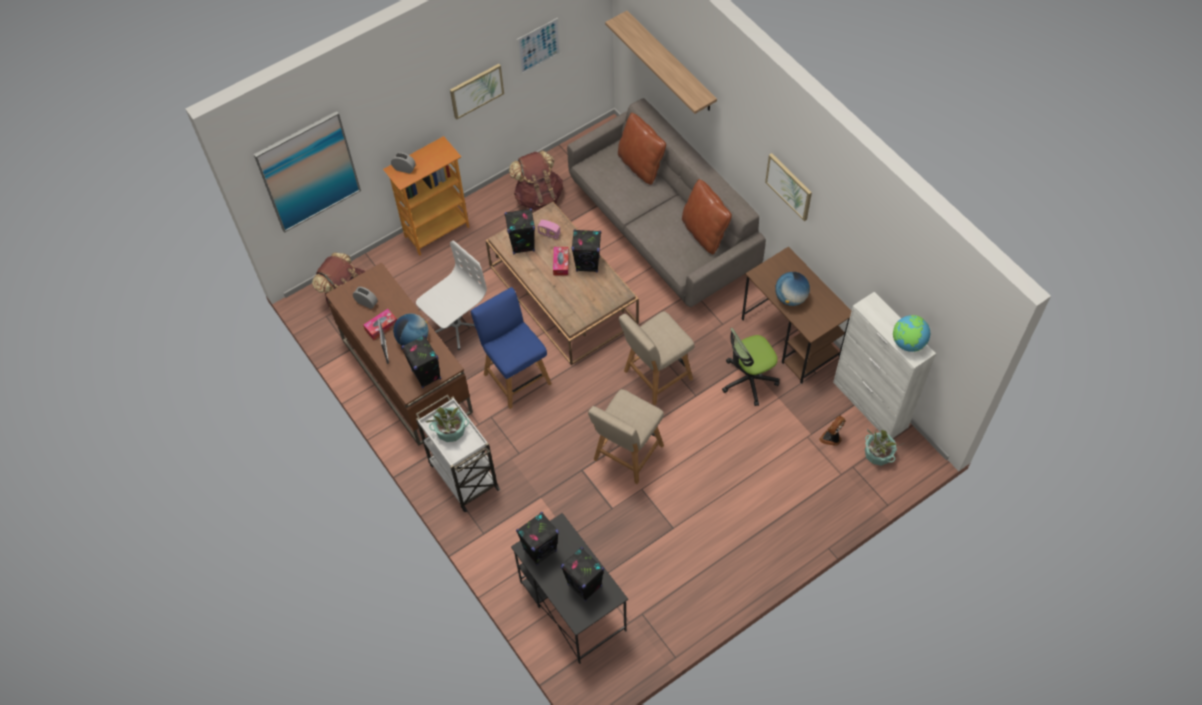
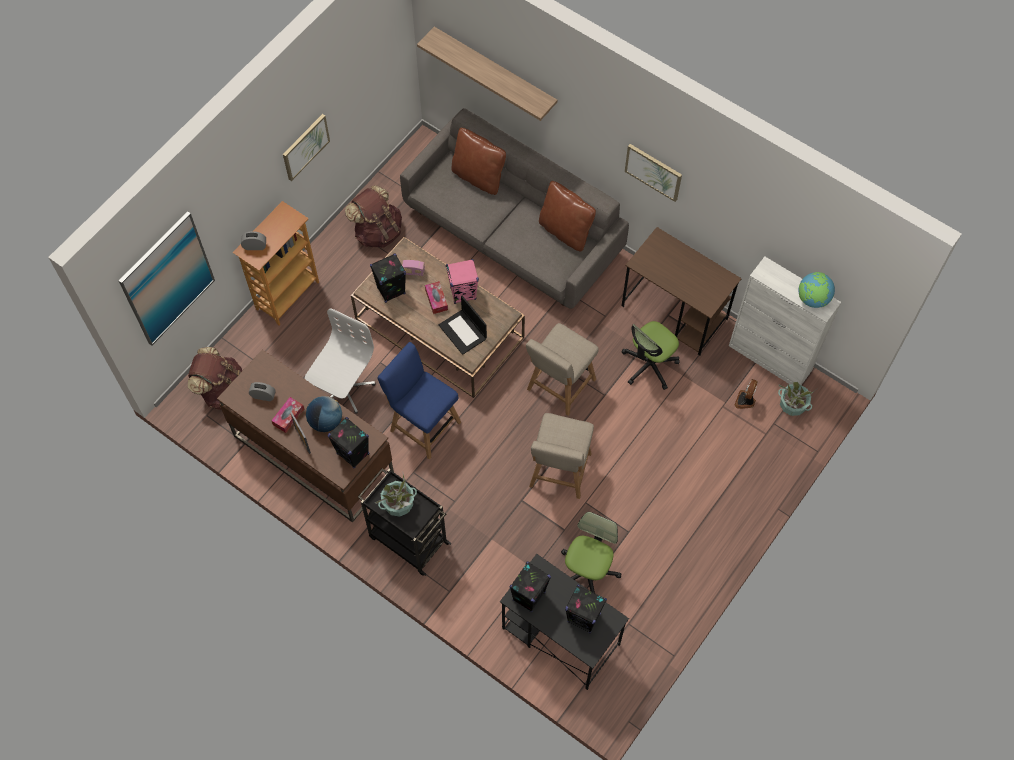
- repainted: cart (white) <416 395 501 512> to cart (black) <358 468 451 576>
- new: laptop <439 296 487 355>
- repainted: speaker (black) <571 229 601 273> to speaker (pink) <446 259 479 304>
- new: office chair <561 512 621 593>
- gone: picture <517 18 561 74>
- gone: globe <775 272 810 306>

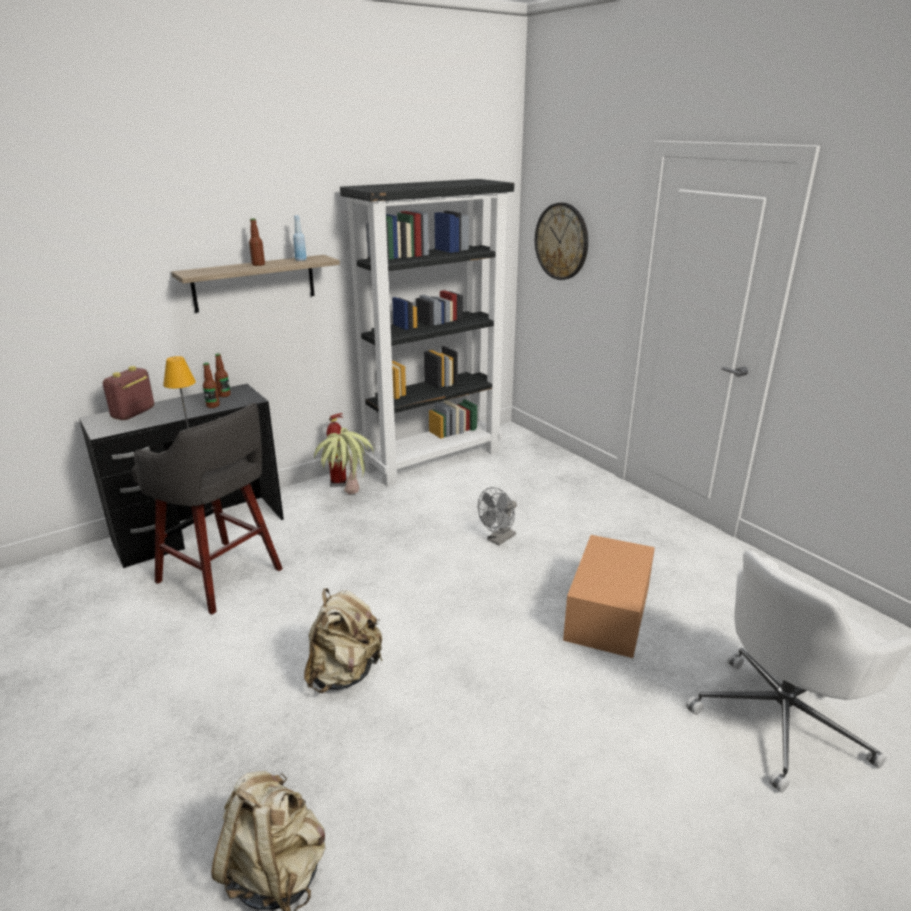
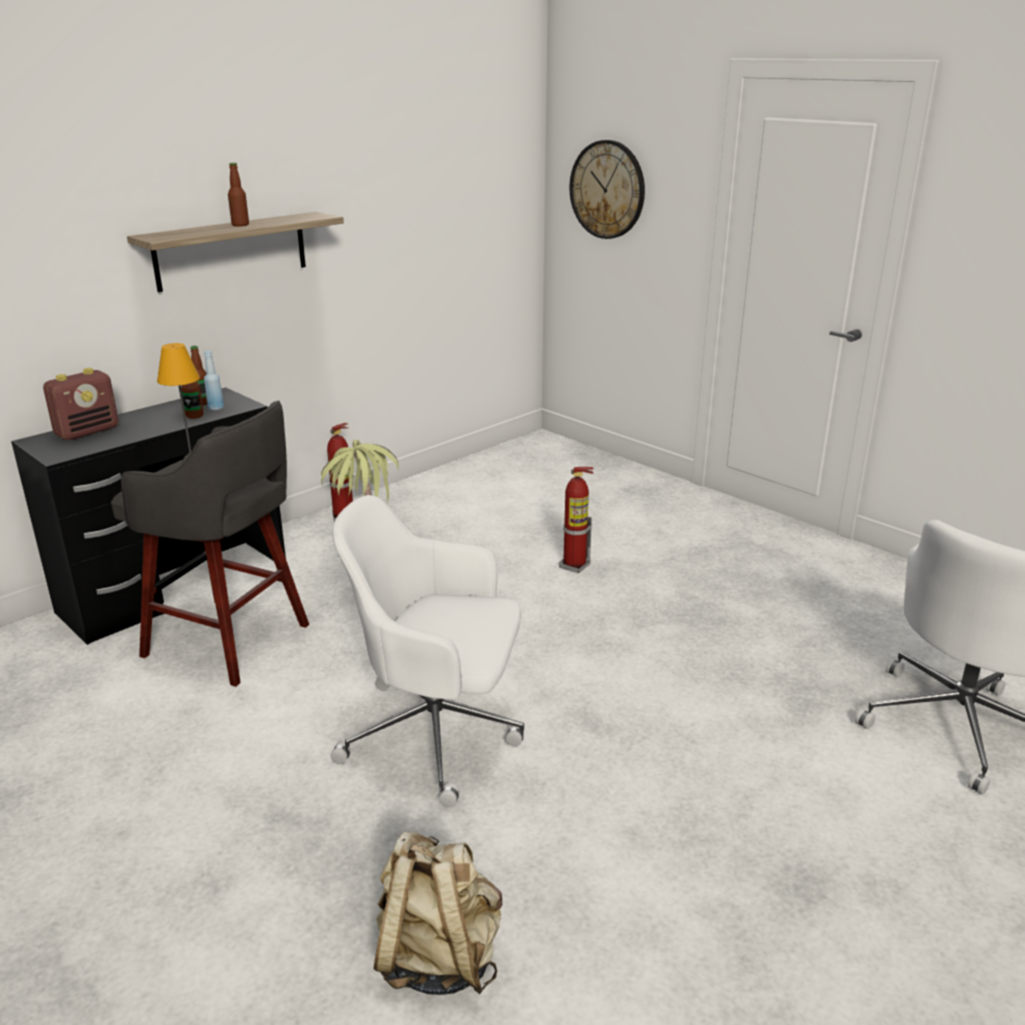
- rotated: radio <103 366 154 420> = <43 368 119 440> 150 degrees counterclockwise
- shifted: bottle (blue) <293 215 307 261> to <204 351 224 410>
- swapped: backpack (beige) <304 588 383 693> to office chair (white) <331 495 524 807>
- swapped: fan (grey) <478 487 517 545> to fire extinguisher <559 467 594 573>
- gone: bookcase (black) <340 179 514 487>
- gone: cardboard box <563 535 655 658>

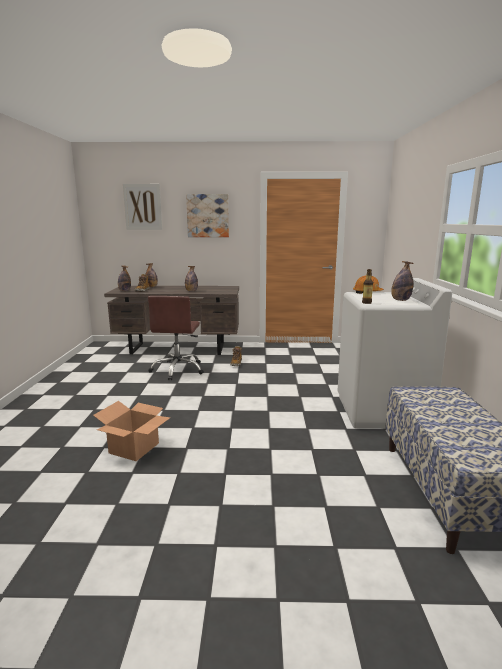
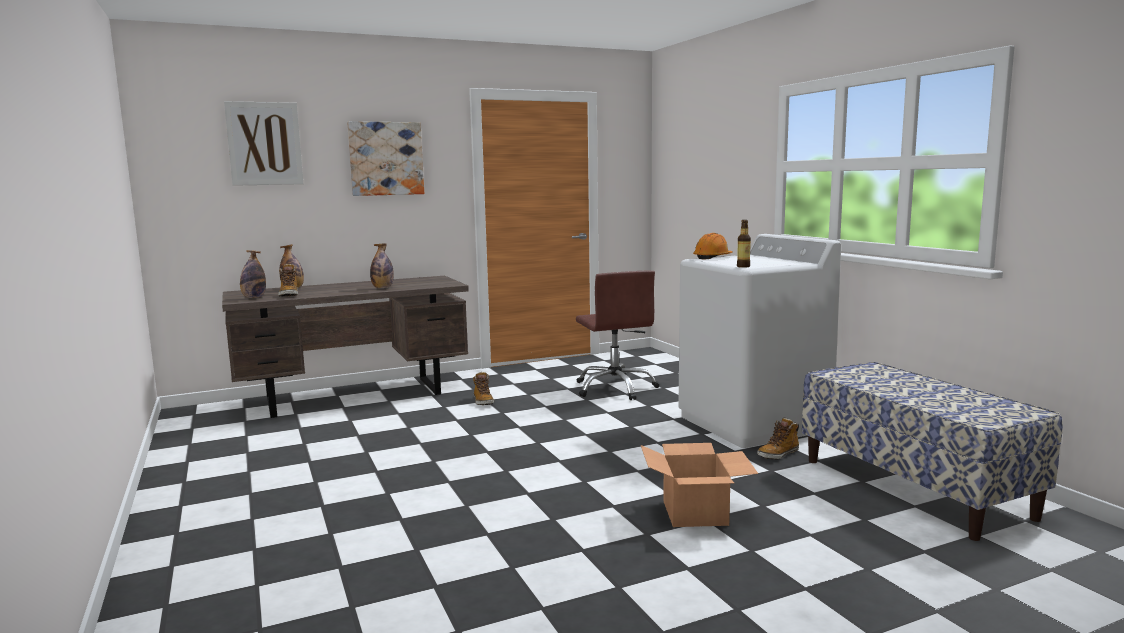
- shifted: office chair (brown) <148 296 204 380> to <576 270 659 400>
- shifted: cardboard box <93 401 170 461> to <641 443 758 527>
- new: boot <757 417 799 460>
- gone: bottle <391 261 413 301>

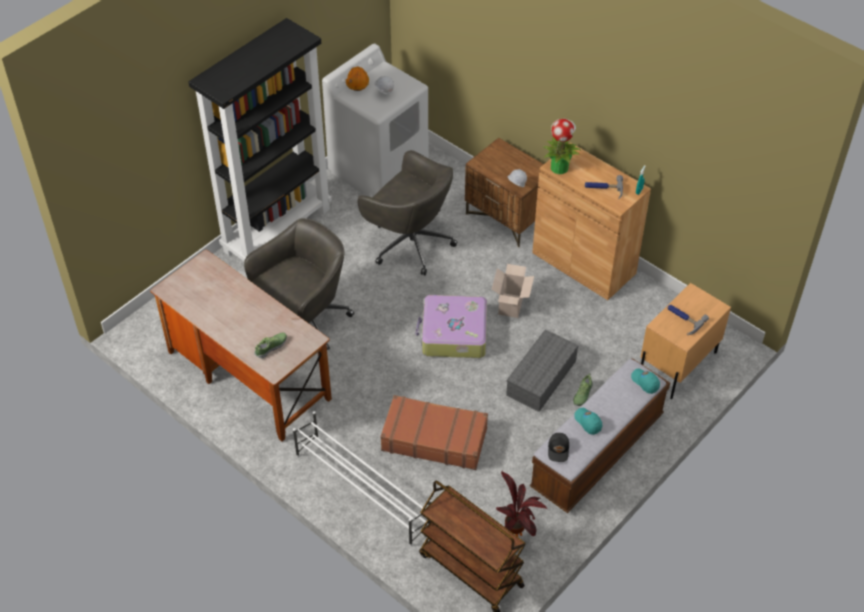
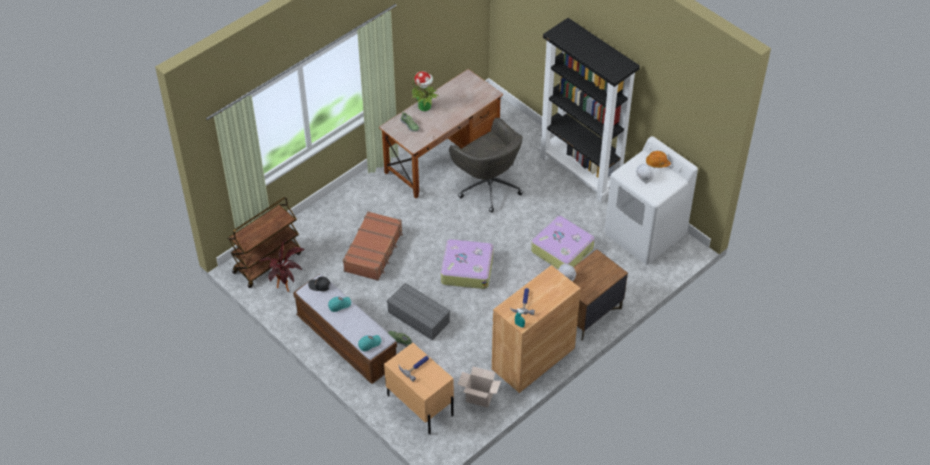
- shifted: potted plant <543 119 582 174> to <411 71 439 111>
- shifted: cardboard box <492 264 534 318> to <457 366 501 408>
- swapped: office chair (grey) <357 150 457 275> to suitcase <531 216 595 269>
- gone: shoe rack (white) <293 411 431 546>

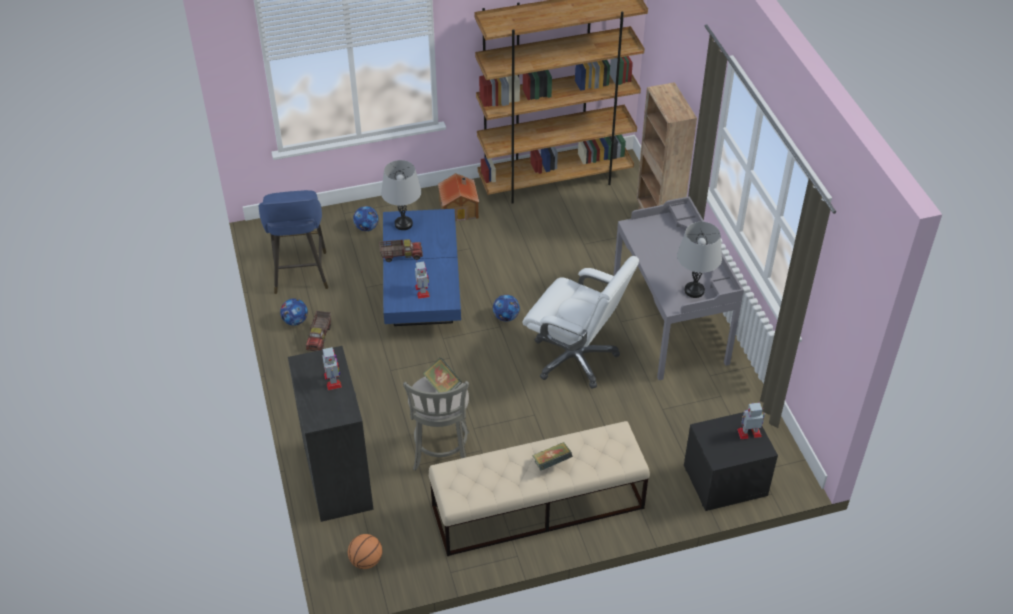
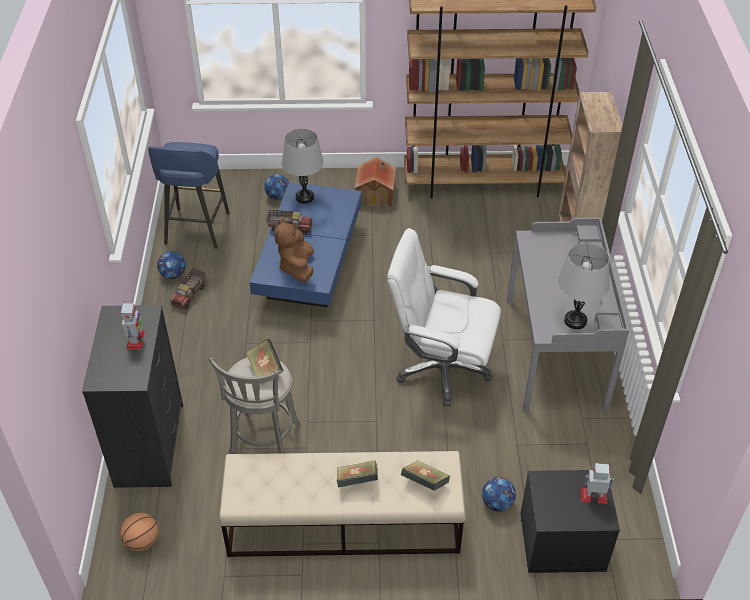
- swapped: toy robot <415 261 430 299> to plush toy (brown) <274 218 314 282>
- rotated: office chair (white) <522 256 639 389> = <387 228 501 406> 150 degrees clockwise
- new: book <401 460 450 491>
- shifted: football <493 295 520 322> to <482 477 516 512>

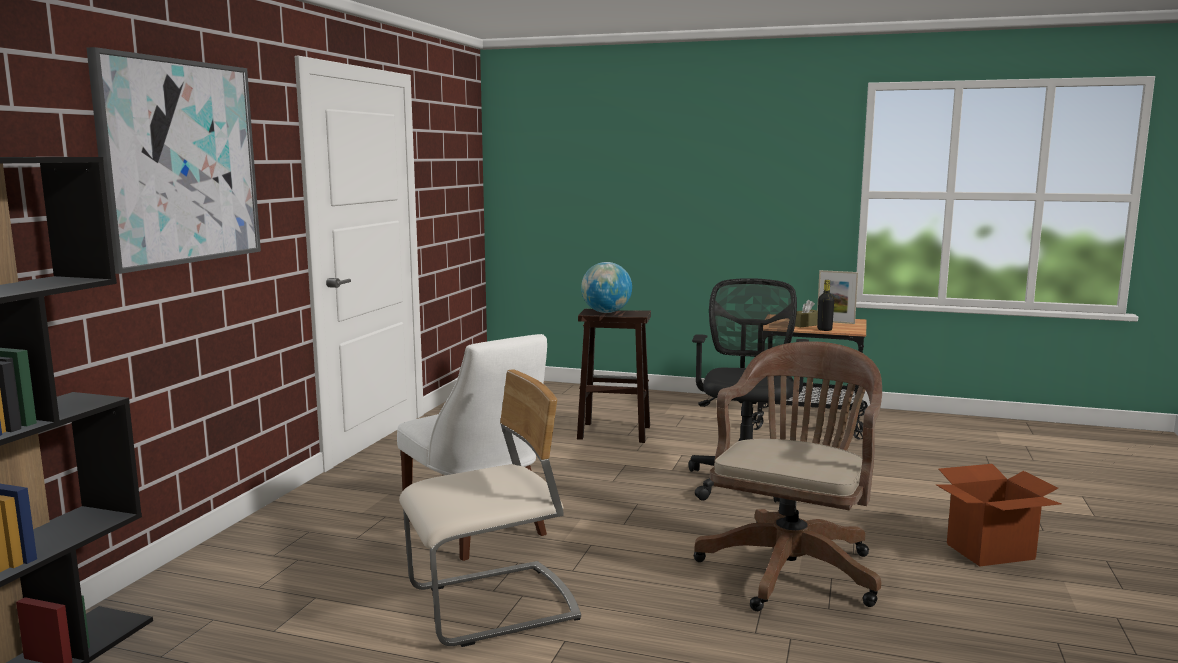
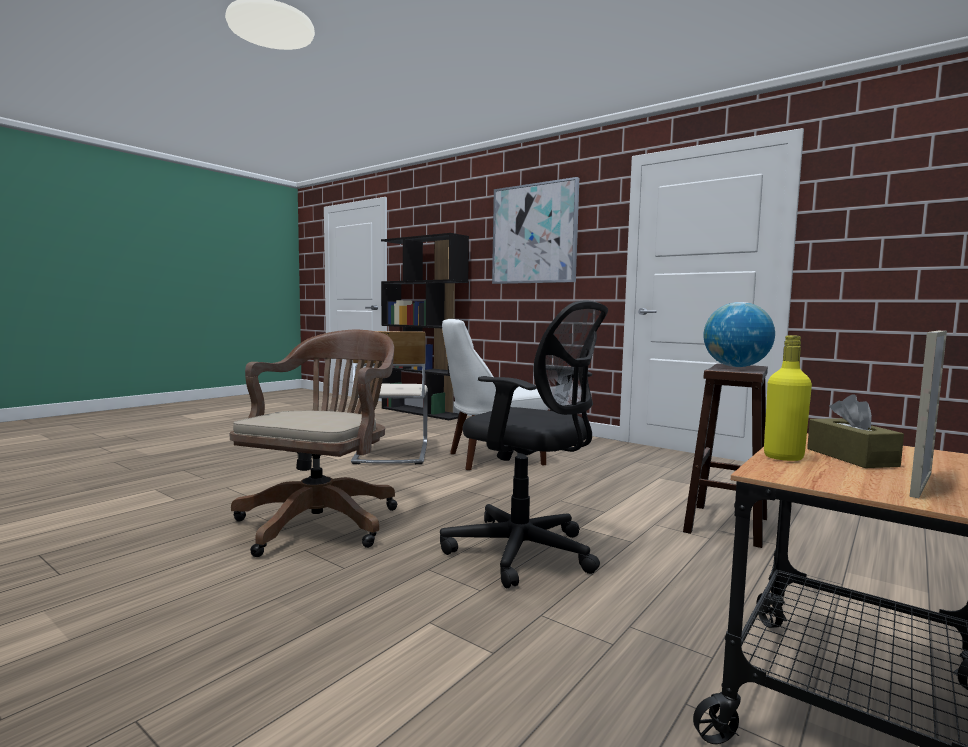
- rotated: office chair (brown) <693 341 882 611> = <230 330 397 557> 120 degrees counterclockwise
- repainted: bottle (black) <817 280 834 331> to bottle (yellow) <764 335 812 461>
- gone: cardboard box <936 464 1061 566>

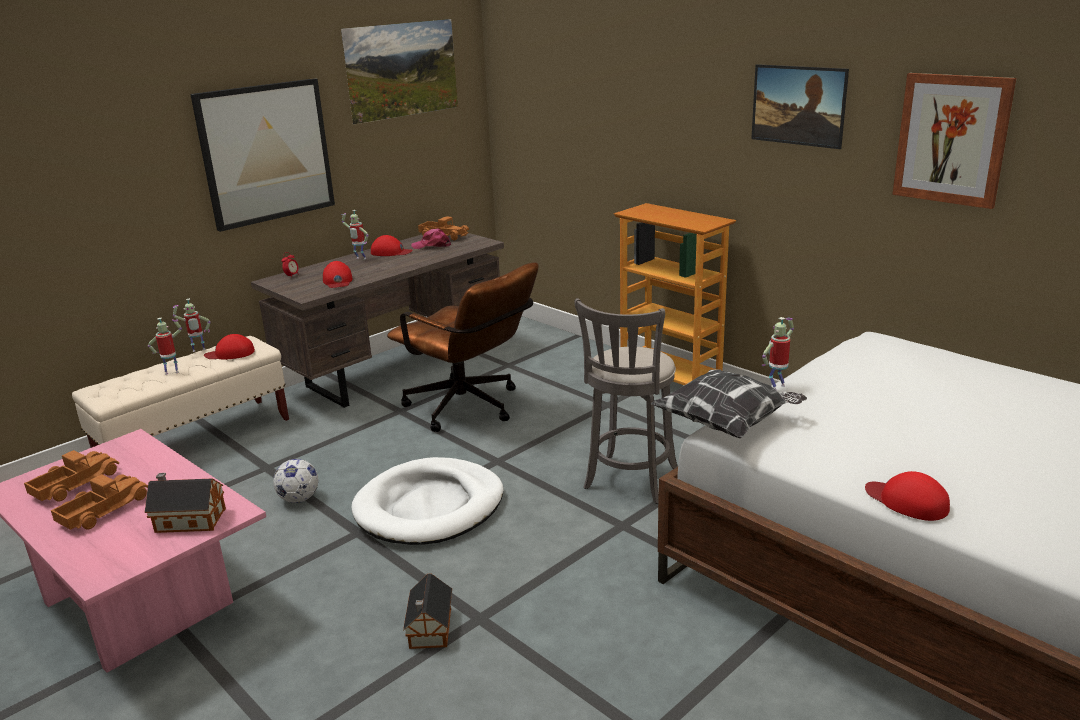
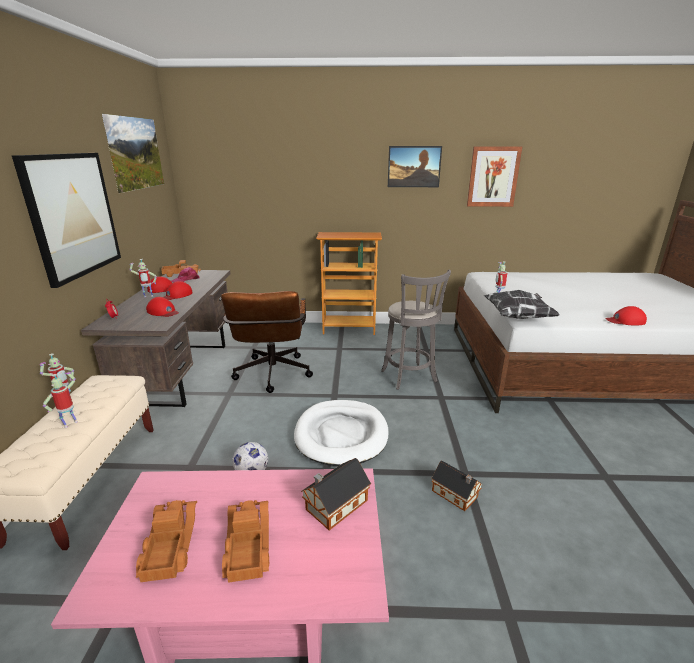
- shifted: cap (red) <204 334 255 360> to <164 281 193 300>
- rotated: office chair (brown) <387 262 539 432> = <221 291 313 393> 90 degrees clockwise

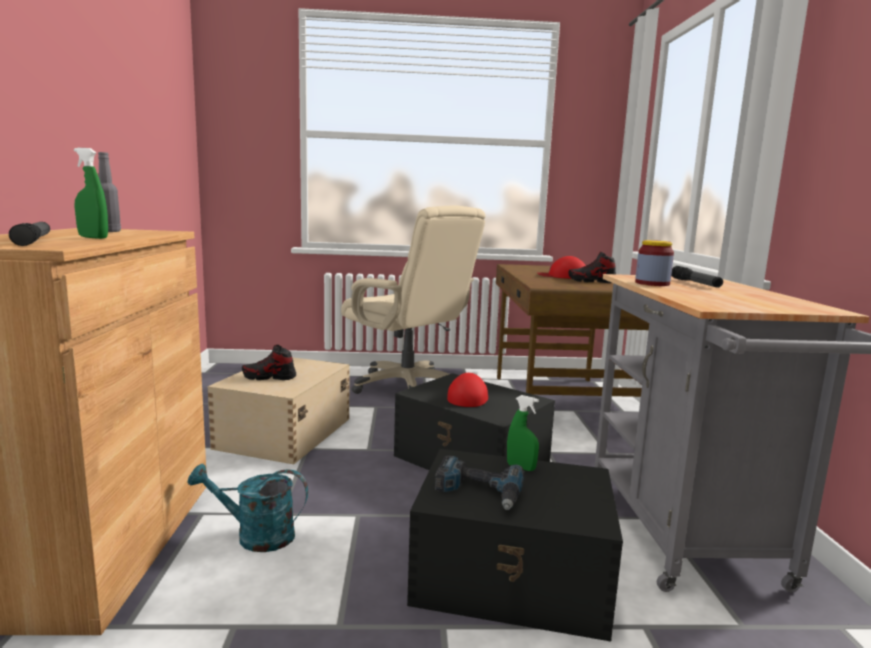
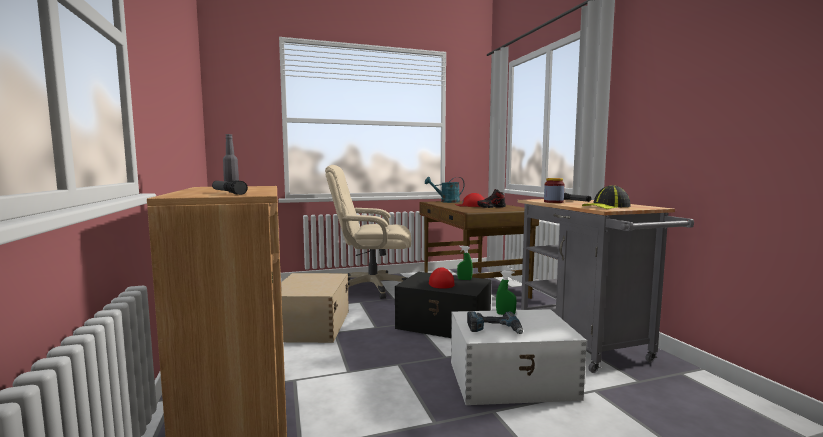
- rotated: office chair (beige) <341 205 486 394> = <325 165 411 299> 150 degrees clockwise
- shifted: watering can (turquoise) <188 464 308 552> to <425 177 465 203>
- repainted: storage box (black) <407 449 623 642> to storage box (white) <451 309 587 405>
- shifted: spray bottle (green) <74 148 108 239> to <457 246 473 280>
- new: cap <582 185 630 209>
- gone: shoe <242 345 296 380>

